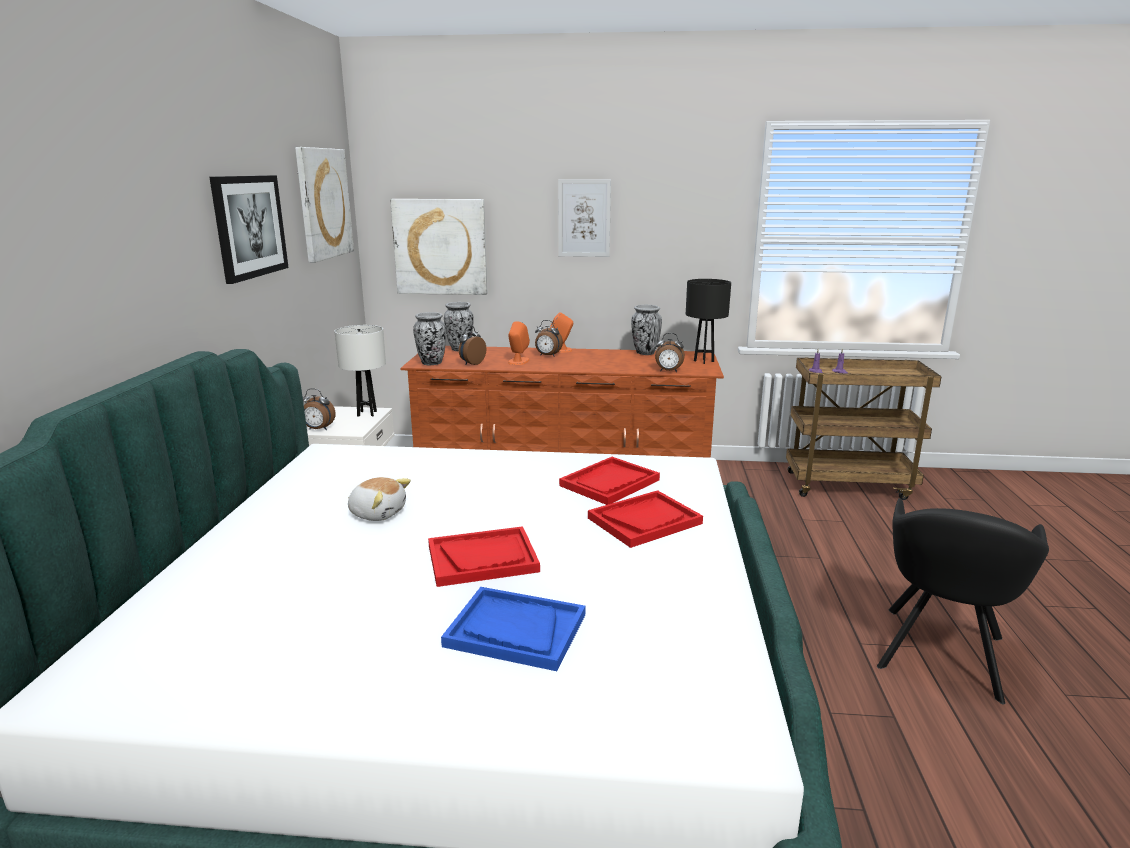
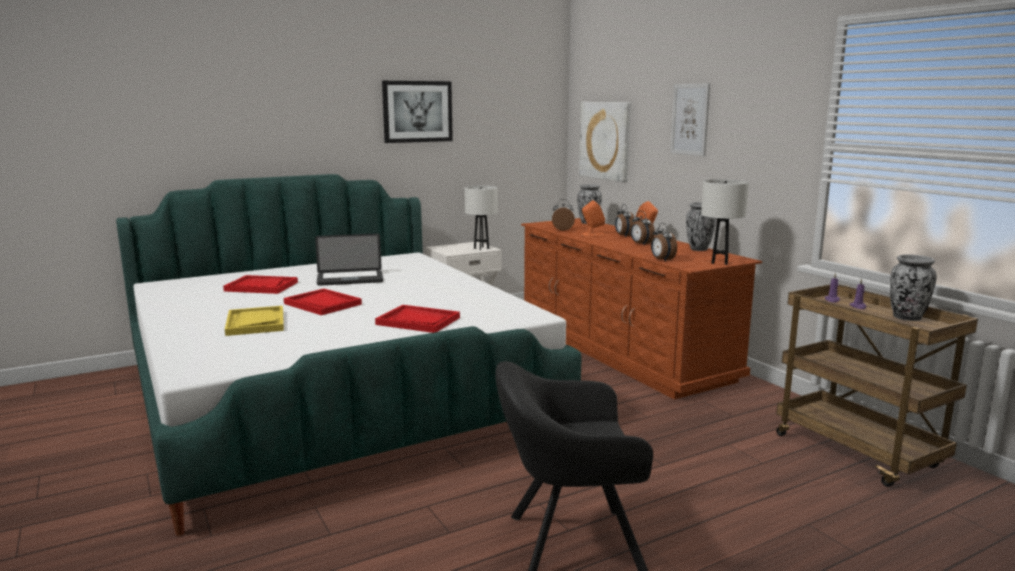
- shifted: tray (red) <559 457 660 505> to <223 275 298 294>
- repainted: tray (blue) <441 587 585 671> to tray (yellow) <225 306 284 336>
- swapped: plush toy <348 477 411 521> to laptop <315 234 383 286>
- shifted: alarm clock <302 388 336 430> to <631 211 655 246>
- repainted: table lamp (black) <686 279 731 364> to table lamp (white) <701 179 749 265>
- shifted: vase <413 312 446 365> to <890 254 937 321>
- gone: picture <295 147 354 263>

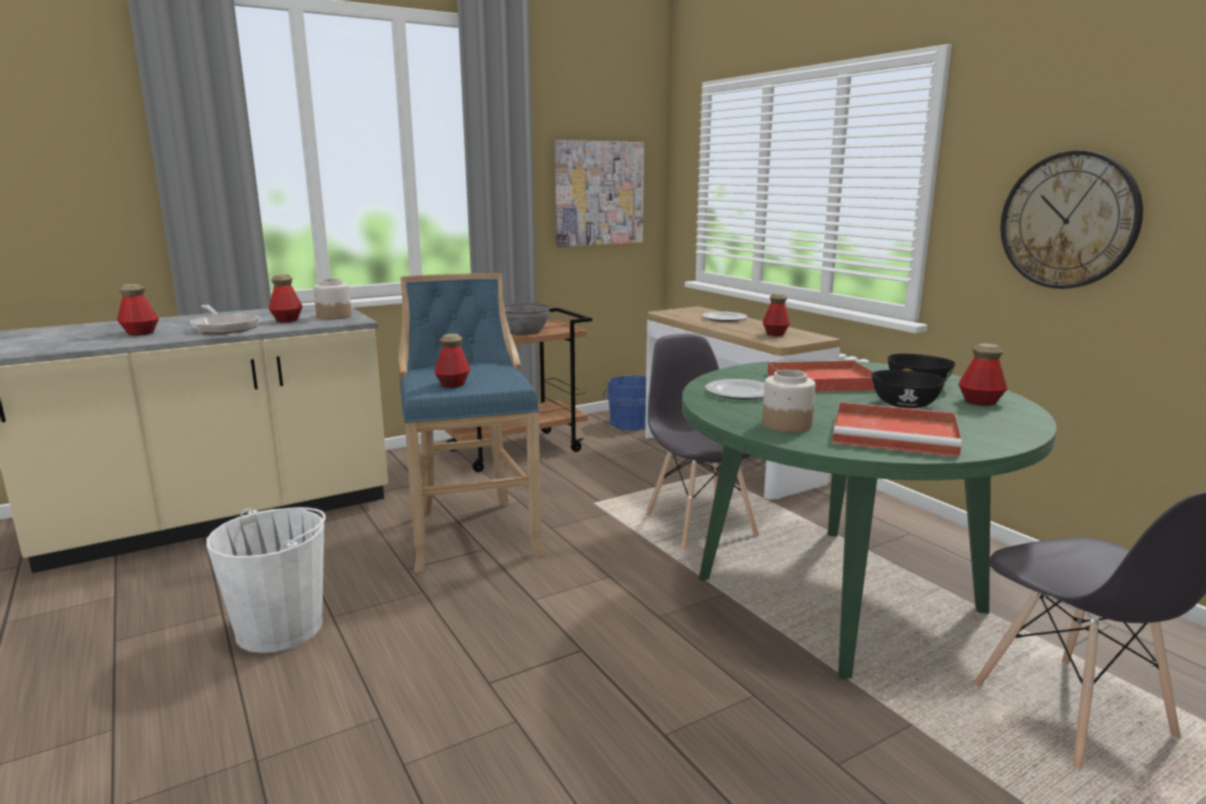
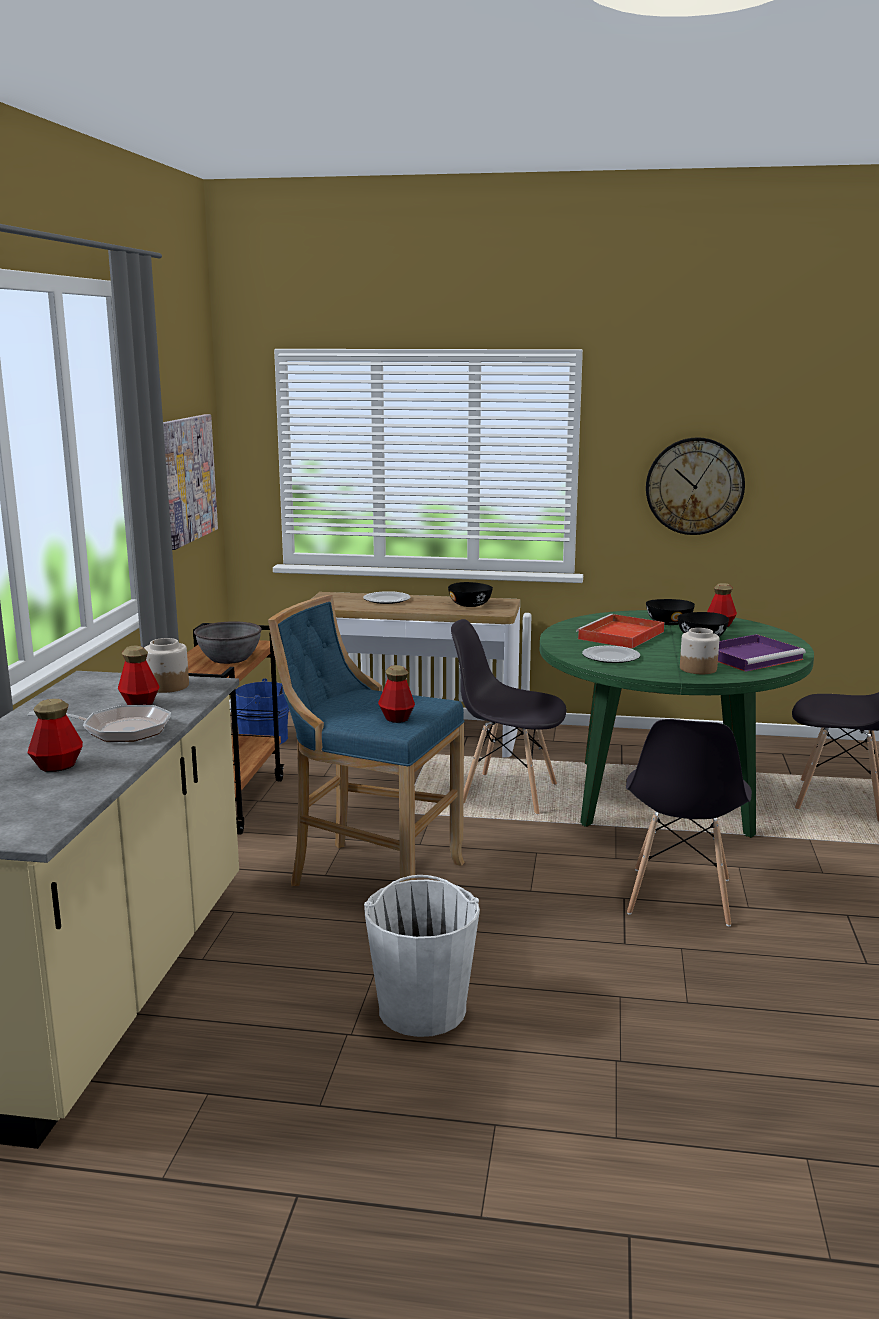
- swapped: bottle <762 293 790 336> to bowl (black) <448 582 493 607>
- new: chair (grey) <626 719 752 926>
- repainted: tray (red) <832 402 962 457> to tray (purple) <718 634 806 672>

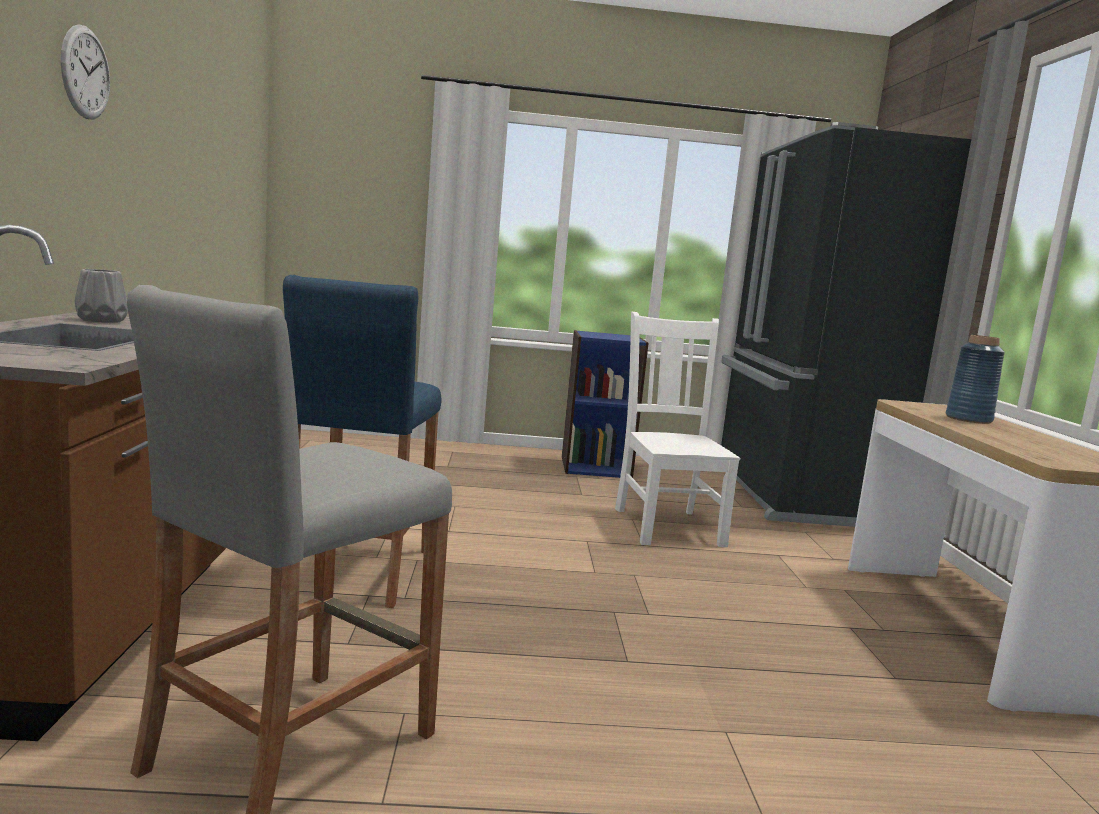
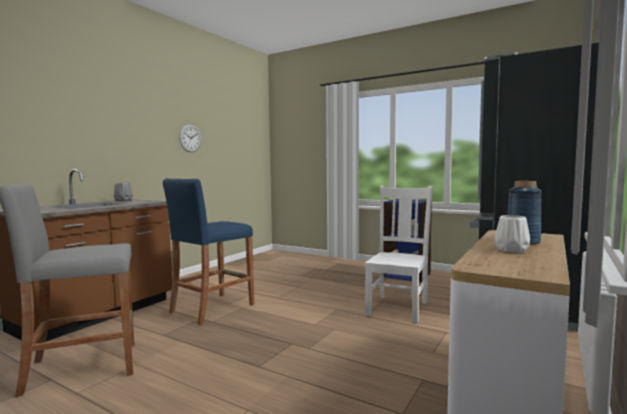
- shifted: wall clock <61 24 110 119> to <179 125 201 152>
- new: vase (white) <495 215 530 253>

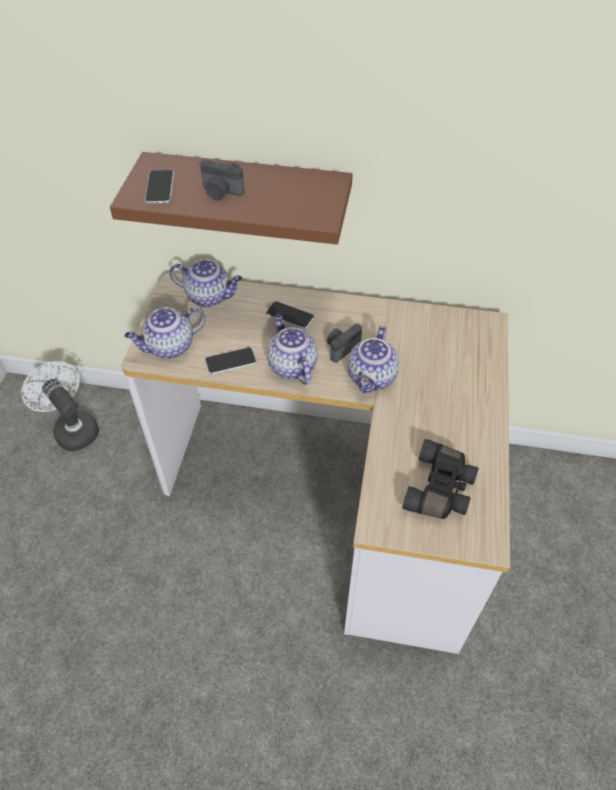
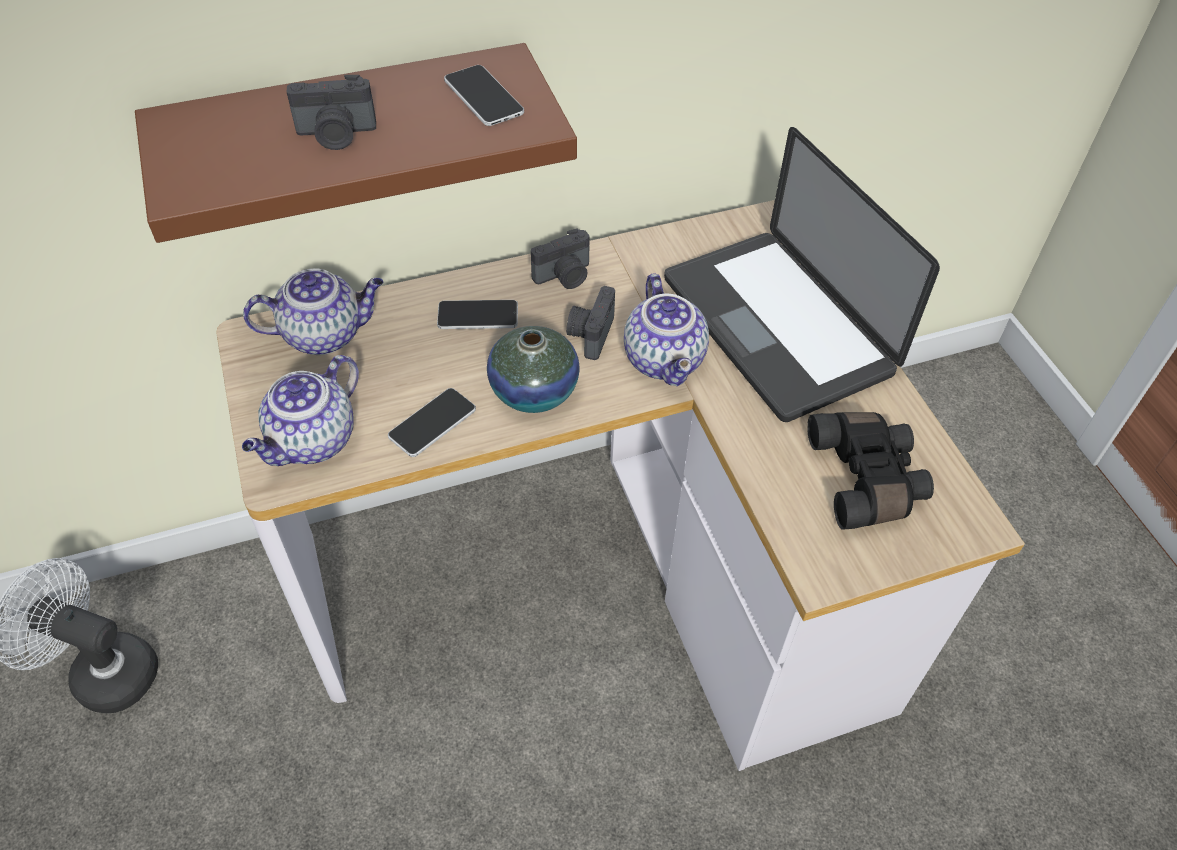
- shifted: phone <145 170 174 204> to <444 65 524 126>
- swapped: teapot <267 314 318 385> to vase <487 326 579 413>
- new: photo camera <531 228 590 289>
- new: laptop <664 127 940 422>

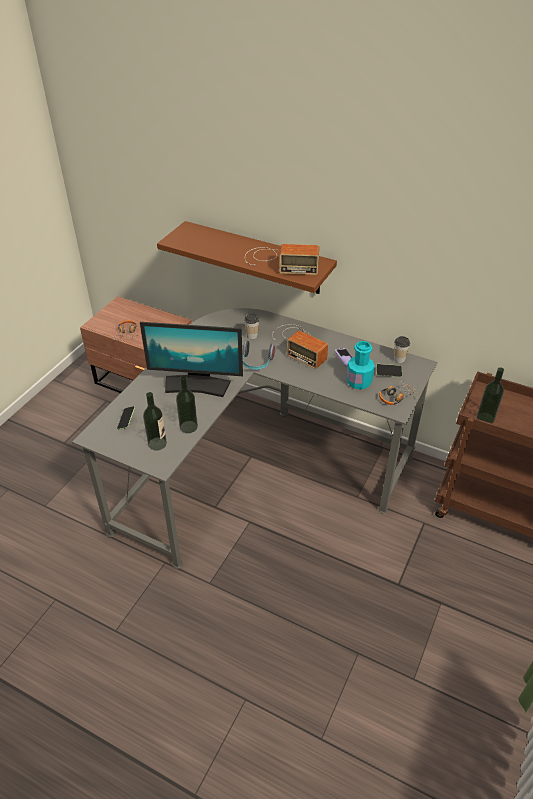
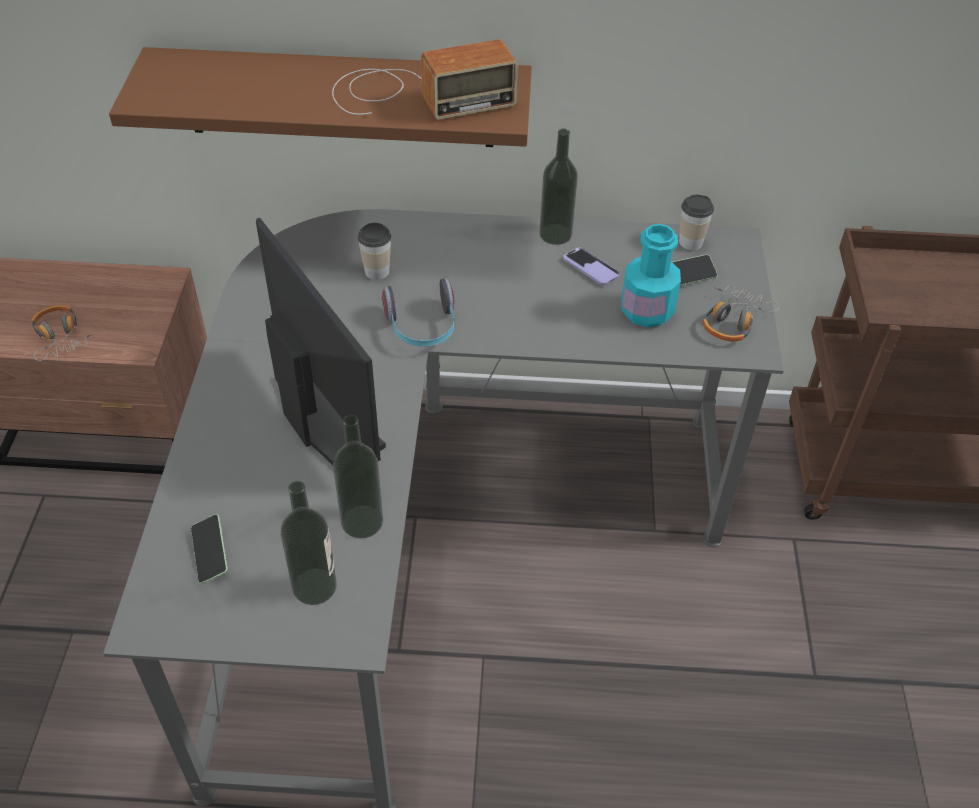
- rotated: monitor <140 322 243 397> = <256 218 386 465> 105 degrees counterclockwise
- shifted: bottle <477 367 504 423> to <539 129 578 245>
- gone: radio <272 324 328 369>

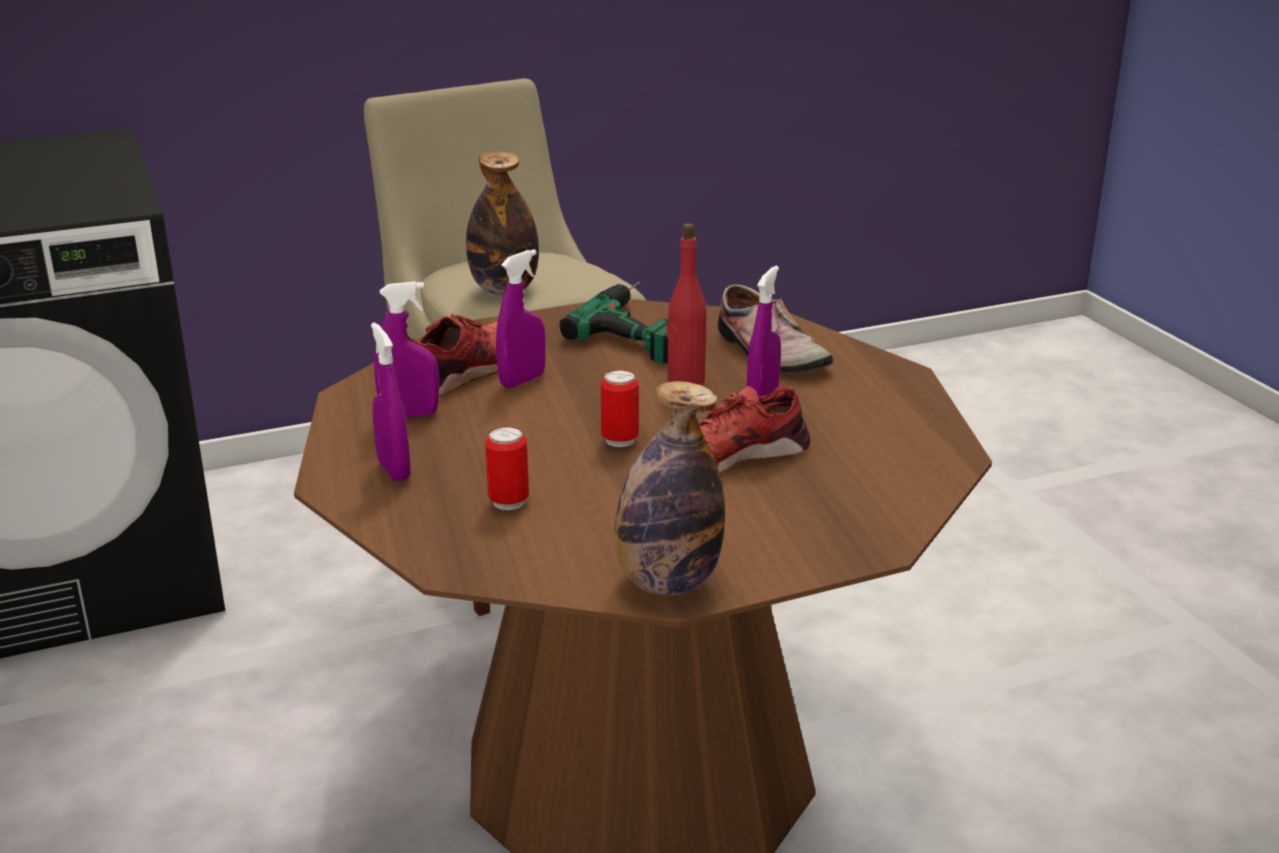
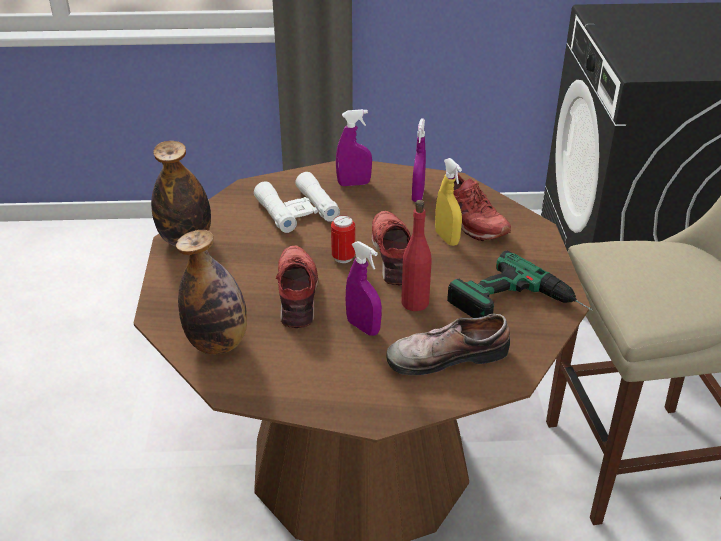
- shifted: bottle <466 151 539 295> to <176 230 247 355>
- swapped: can <485 426 529 510> to binoculars (white) <254 172 340 233>
- new: shoe (red) <372 211 411 285>
- repainted: spray bottle (purple) <496 249 546 388> to spray bottle (yellow) <435 158 462 246>

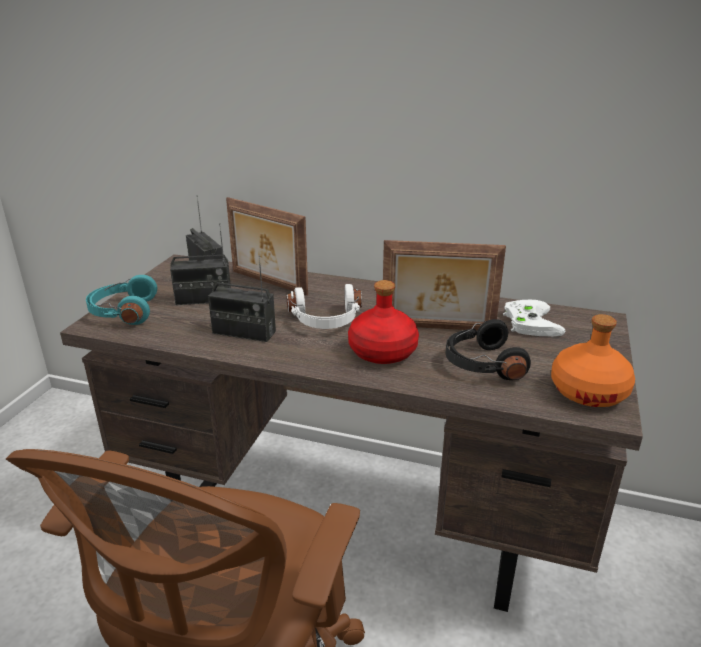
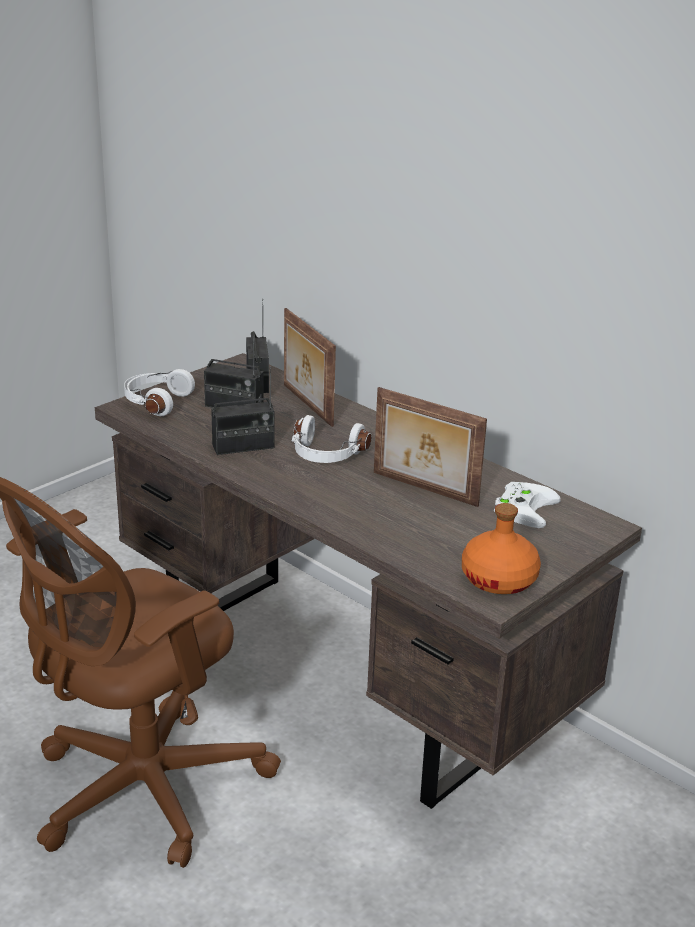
- repainted: headphones (turquoise) <86 275 157 325> to headphones (white) <124 369 195 416>
- rotated: radio <208 255 276 342> = <211 367 274 455> 60 degrees counterclockwise
- gone: bottle (red) <348 280 419 364>
- gone: headphones (black) <445 319 531 380>

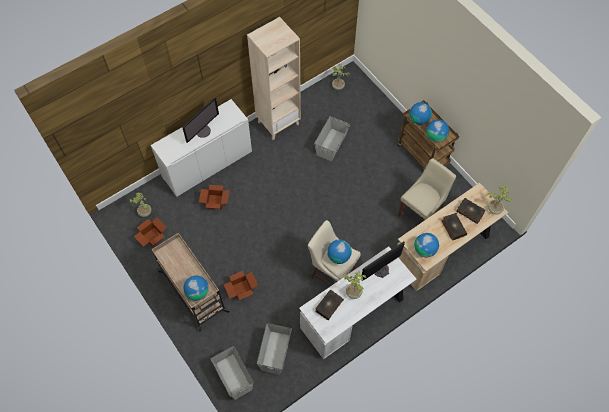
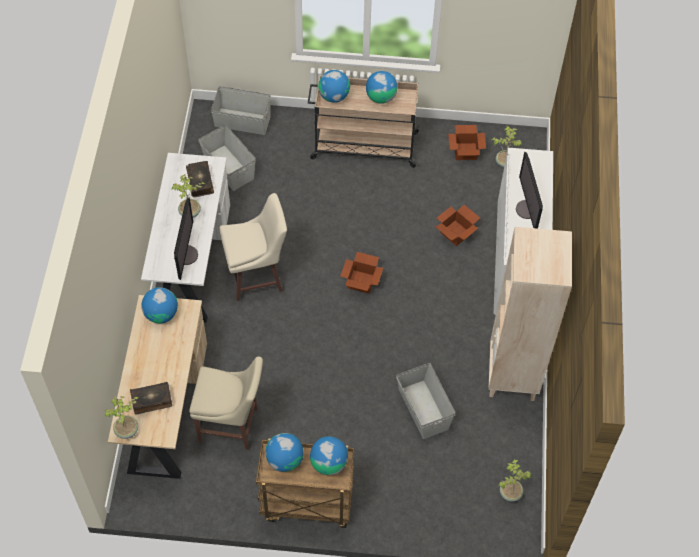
- rotated: chair (beige) <398 158 456 225> = <189 356 263 450> 75 degrees counterclockwise
- shifted: cardboard box <224 271 258 300> to <340 252 383 294>
- shifted: globe <327 239 352 264> to <366 71 397 104>
- gone: book <442 213 467 241>

